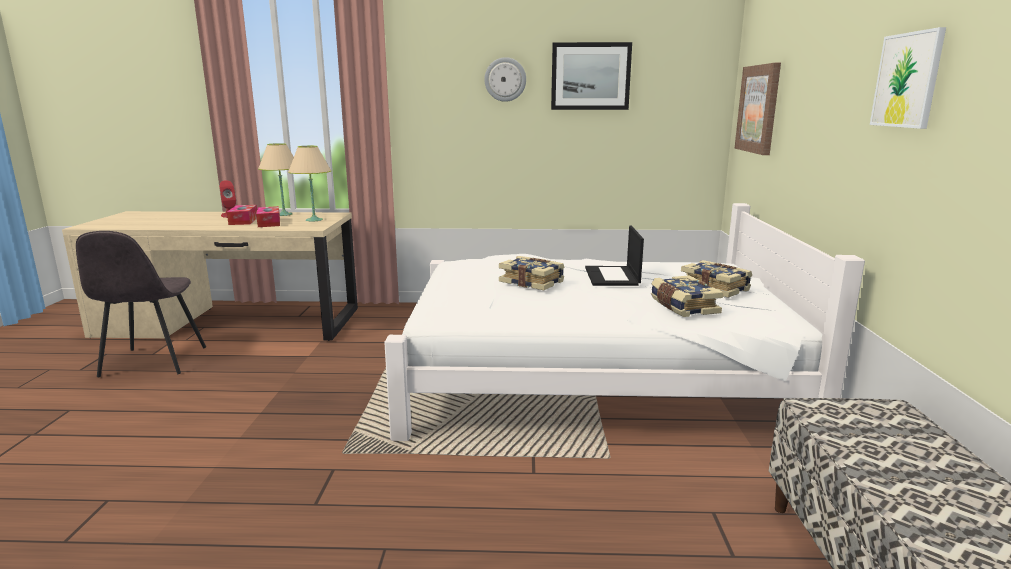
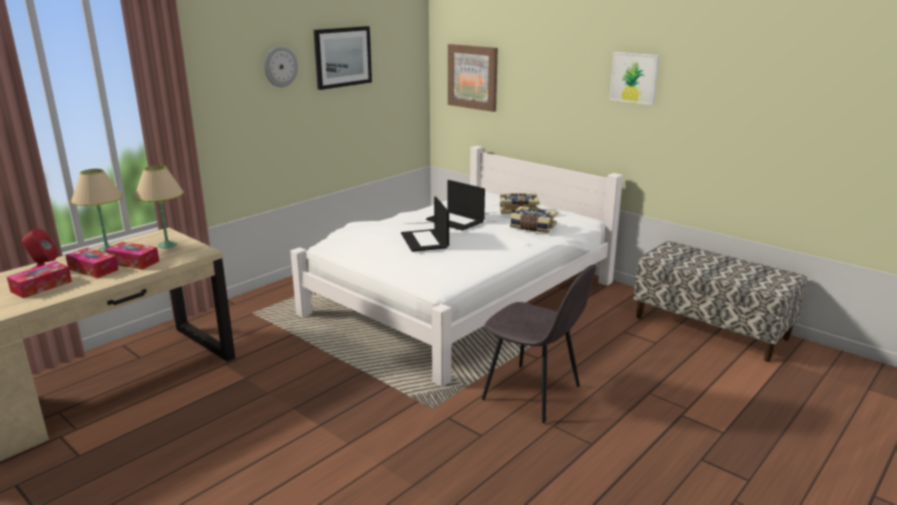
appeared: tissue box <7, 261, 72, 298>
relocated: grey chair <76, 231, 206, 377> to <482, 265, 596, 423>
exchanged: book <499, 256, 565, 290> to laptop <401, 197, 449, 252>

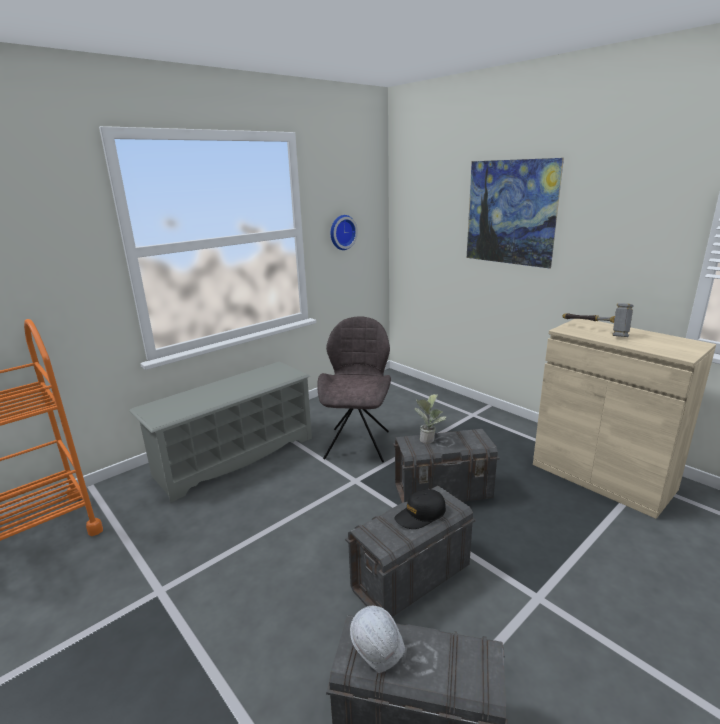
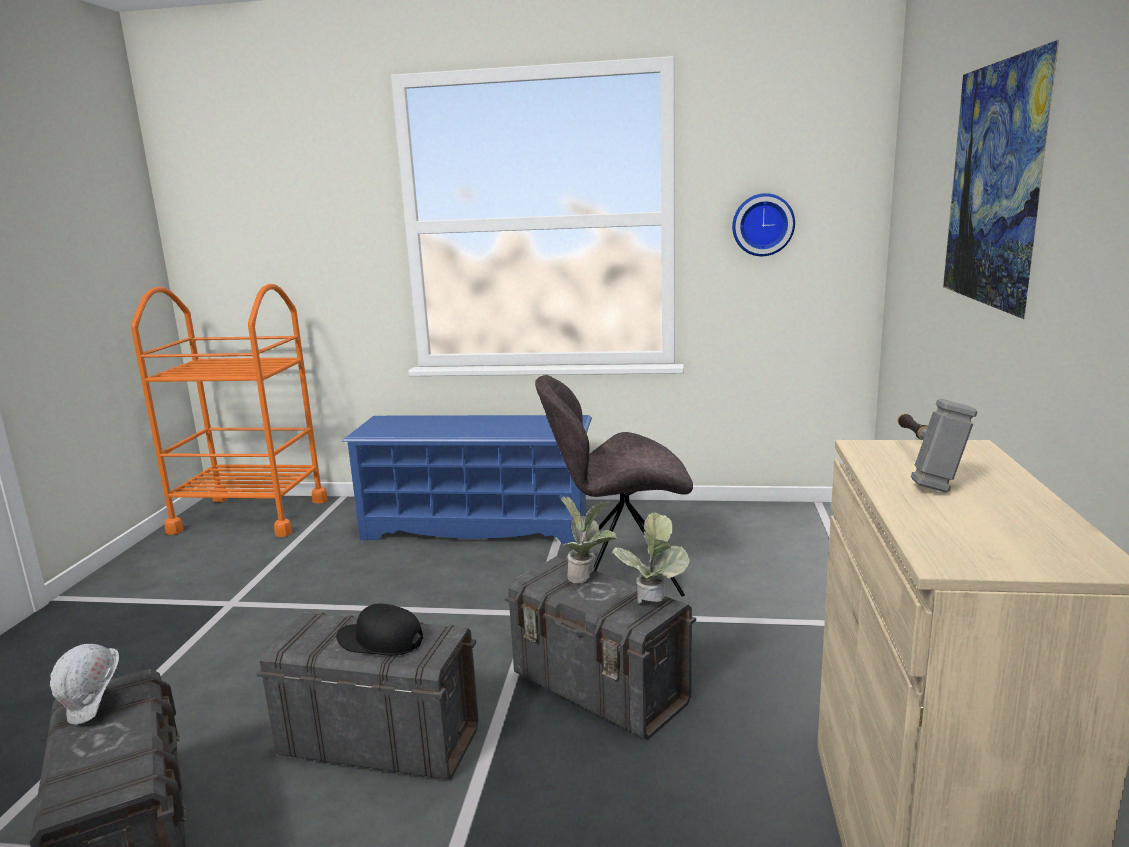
appeared: potted plant <611, 513, 690, 604>
colour: grey shoe rack <129, 362, 312, 503> to blue shoe rack <342, 415, 592, 544>
spun: grey chair <317, 316, 391, 462> = <535, 375, 693, 597> 150 degrees counterclockwise

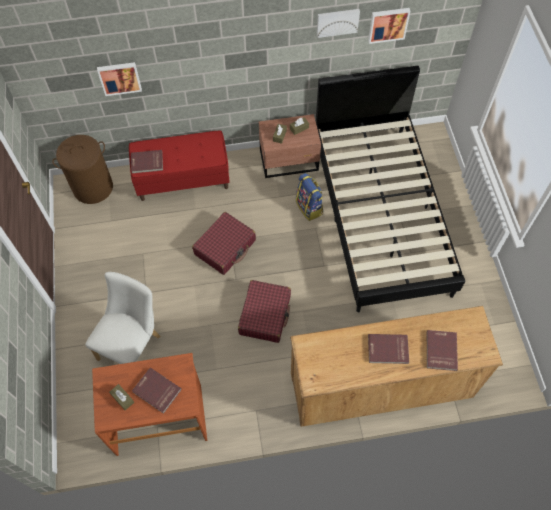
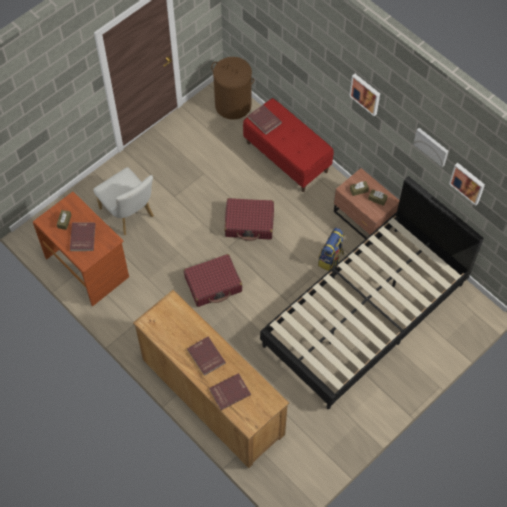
relocated: picture <97, 62, 142, 96> to <349, 74, 380, 116>
spun: white chair <85, 272, 161, 364> = <93, 167, 154, 235> 60 degrees clockwise

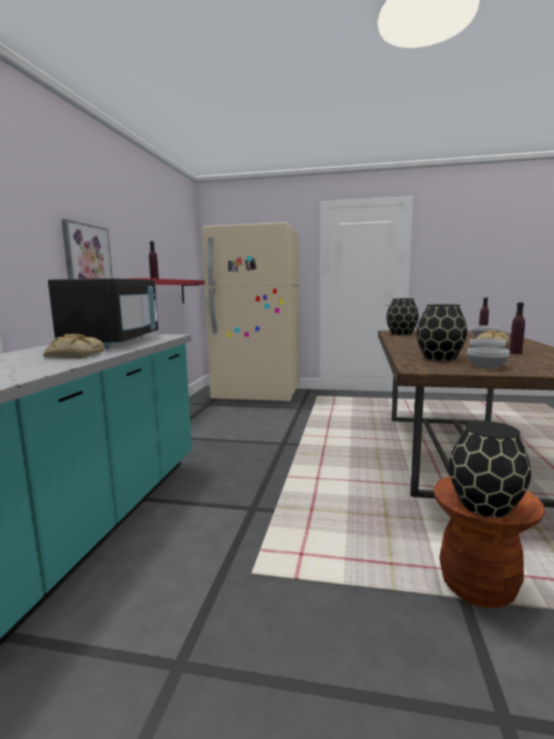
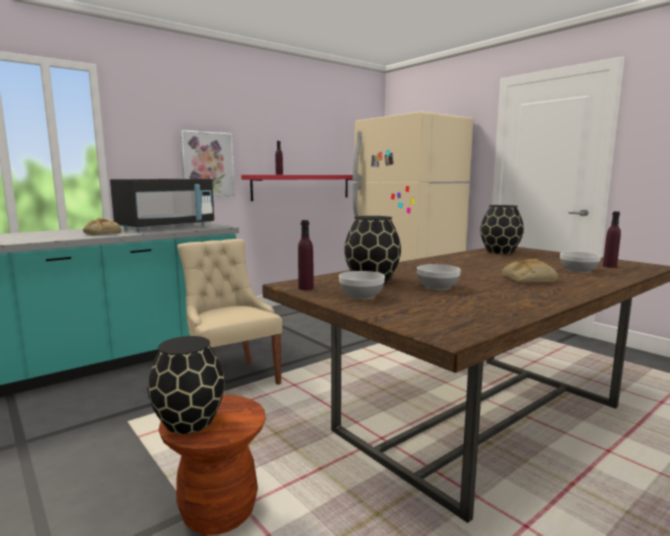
appeared: beige chair <177, 239, 282, 385>
relocated: purple bottle <509, 302, 525, 354> to <298, 220, 314, 290>

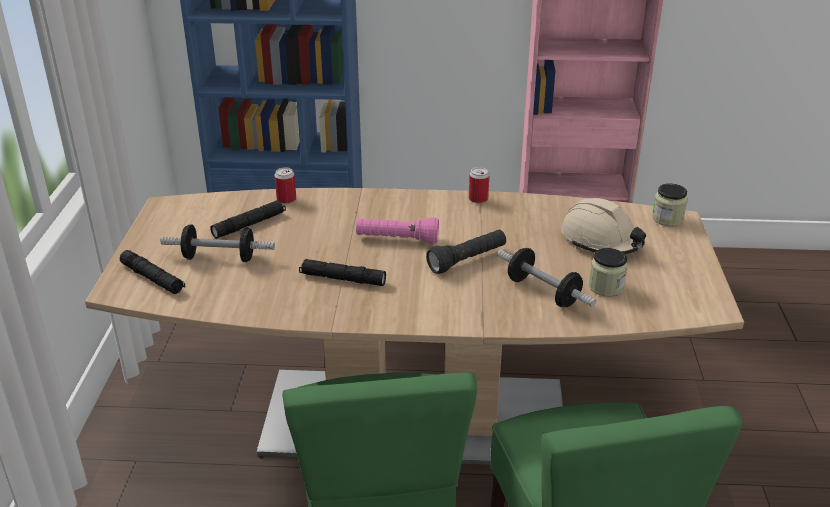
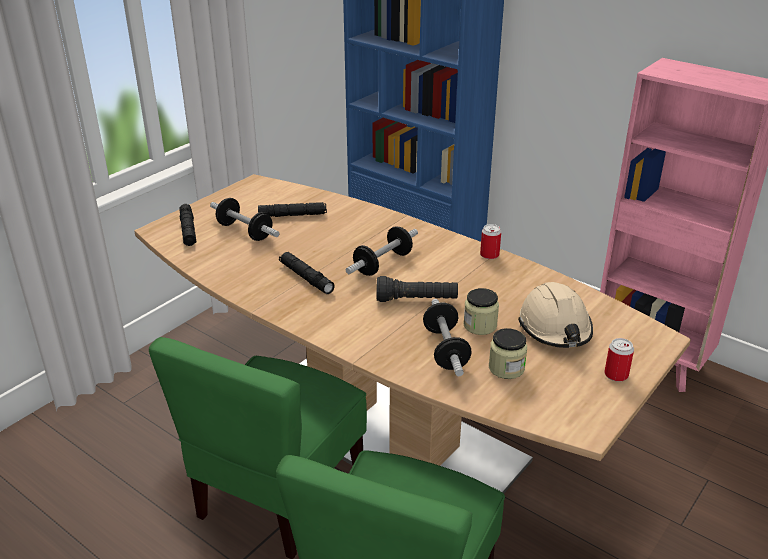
relocated: can <275, 167, 296, 204> to <604, 338, 634, 382>; jar <652, 183, 688, 226> to <463, 288, 499, 335>
exchanged: pink flashlight <356, 217, 439, 244> to dumbbell <346, 226, 418, 276>

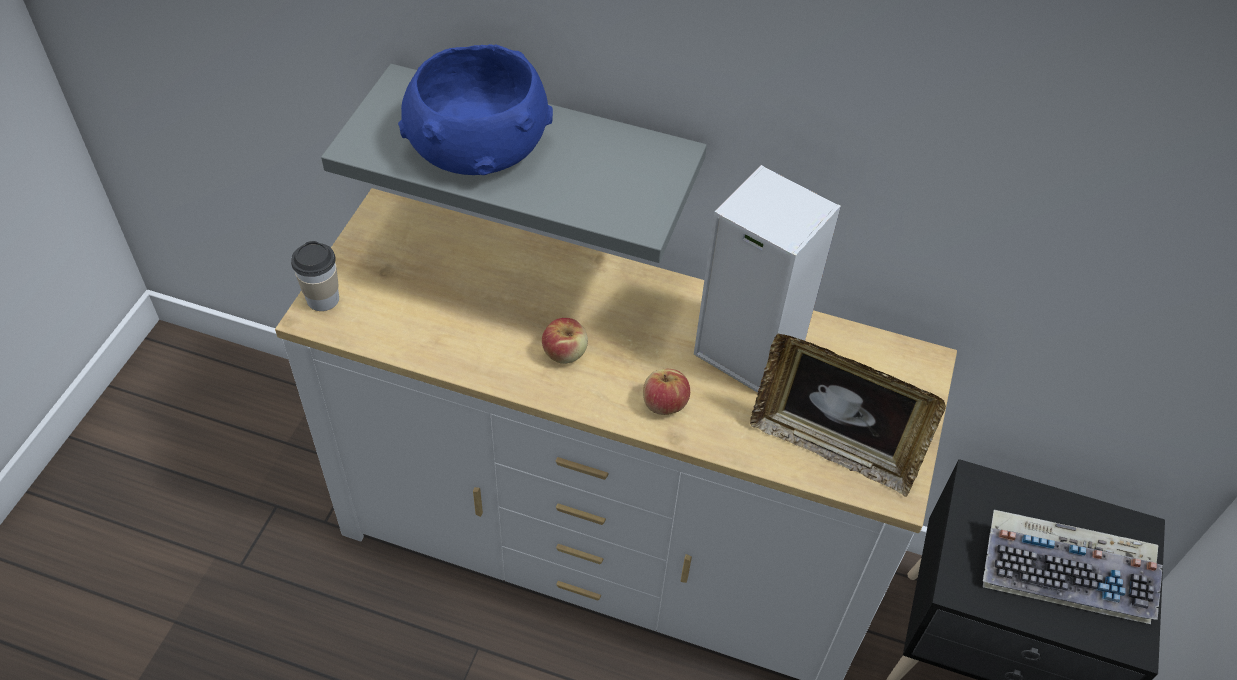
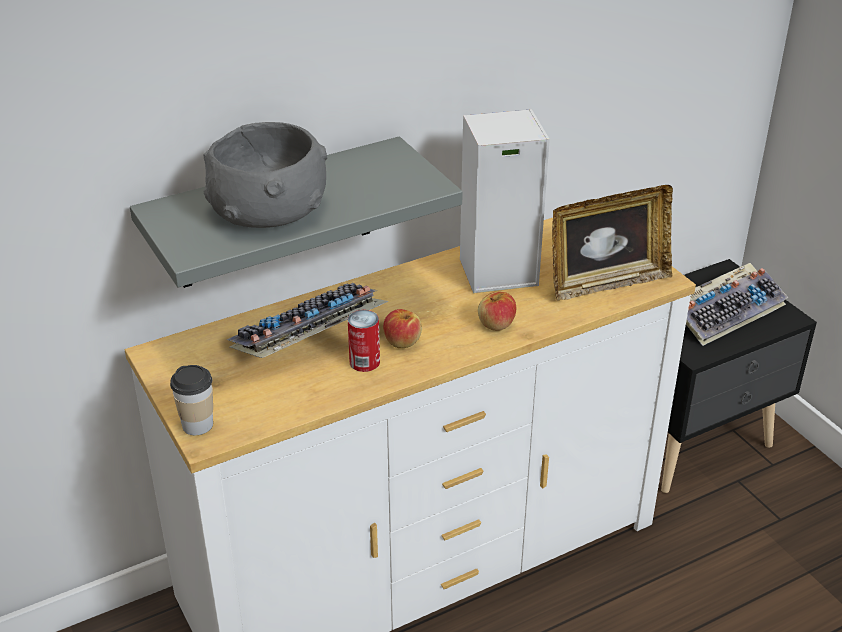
appeared: keyboard <227, 283, 388, 358>; can <348, 310, 380, 372>
colour: blue bowl <398, 44, 553, 175> to grey bowl <203, 122, 327, 228>

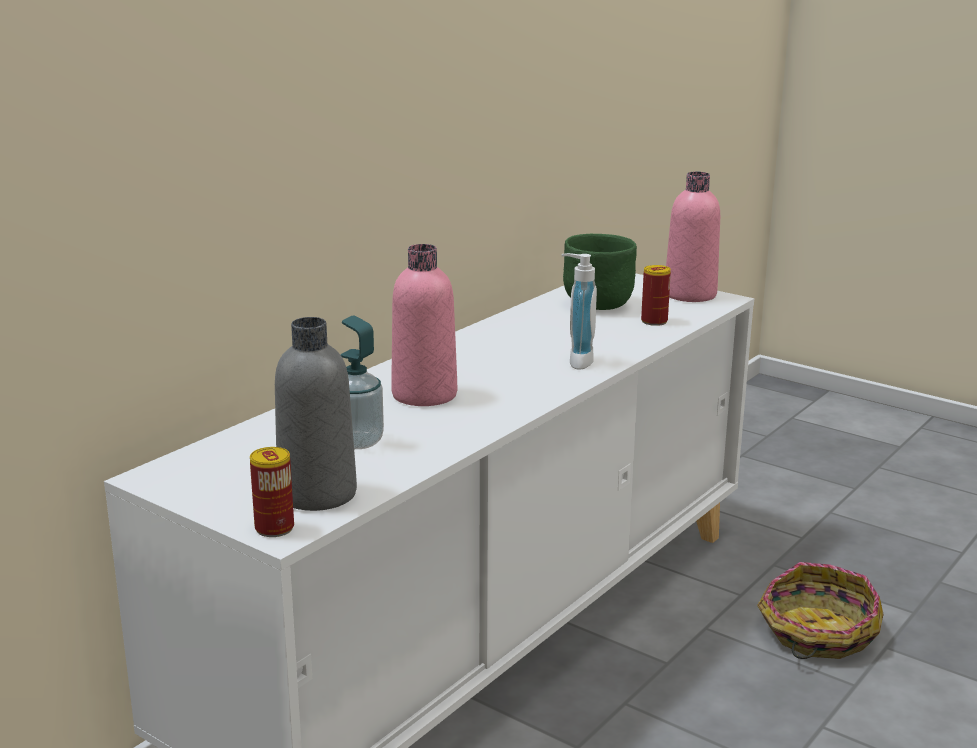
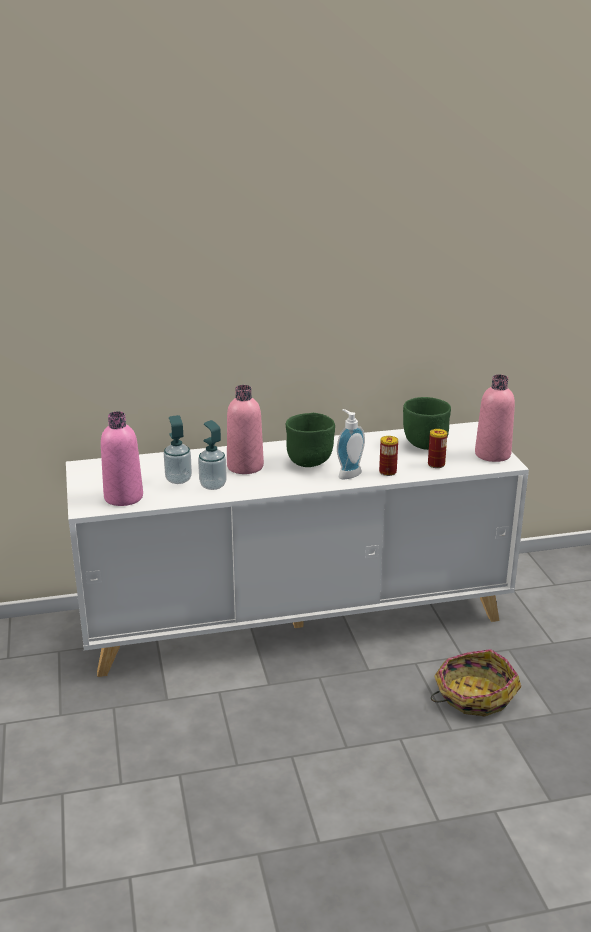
appeared: green bowl <286, 413, 335, 467>; soap dispenser <198, 420, 227, 490>
relocated: can <250, 447, 294, 537> to <379, 436, 398, 476>
colour: grey bottle <275, 317, 357, 511> to pink bottle <101, 411, 143, 506>

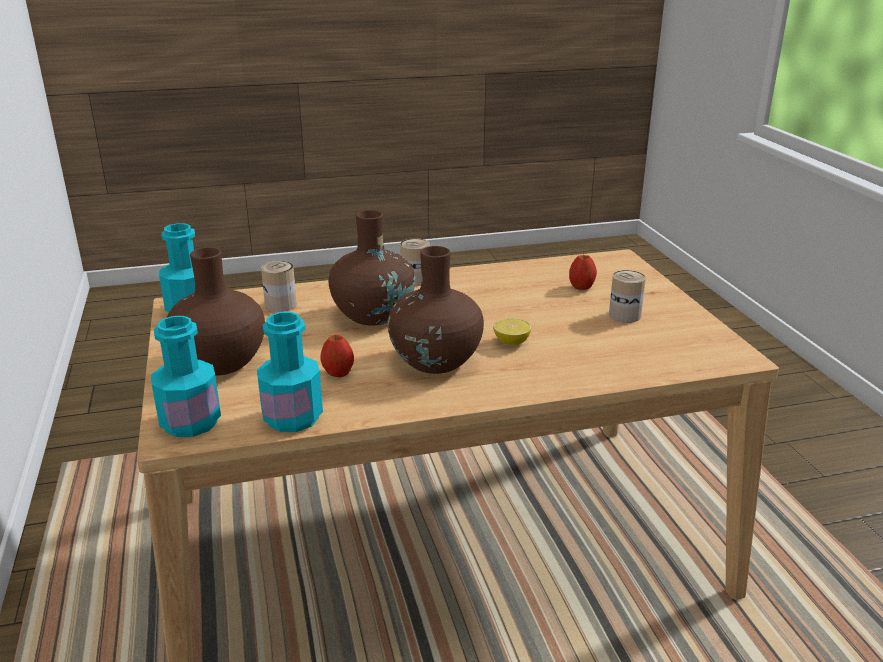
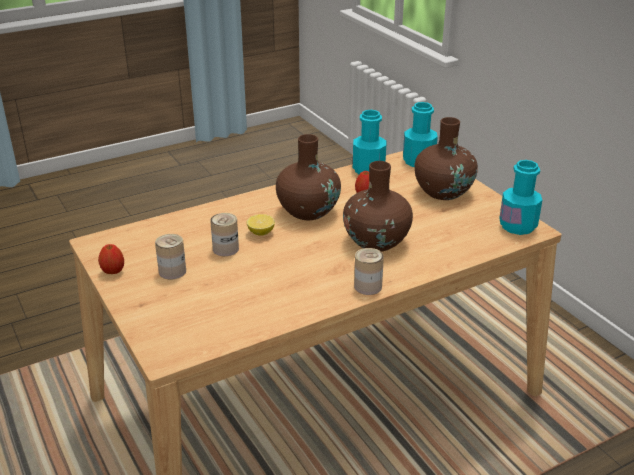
relocated: apple <569, 255, 597, 290> to <98, 244, 124, 274>; can <261, 261, 297, 312> to <210, 213, 239, 256>

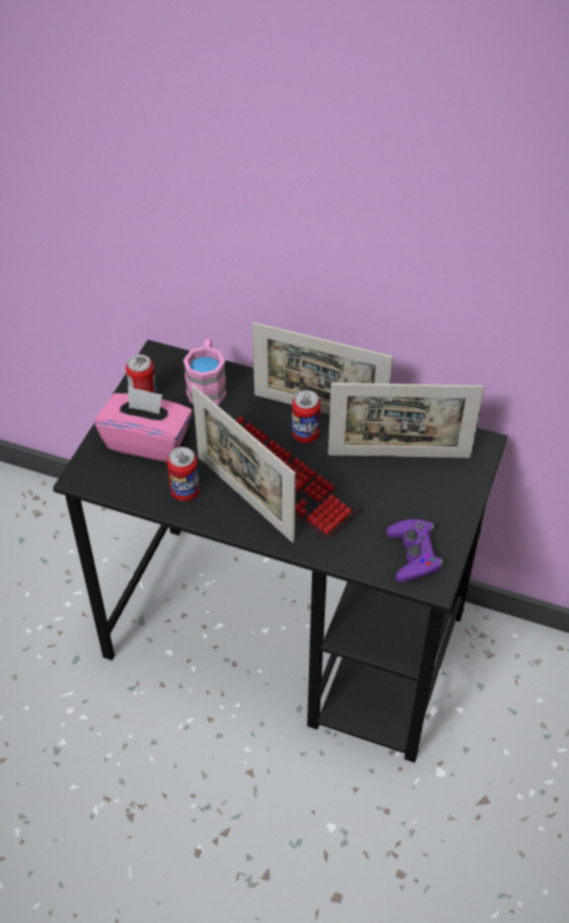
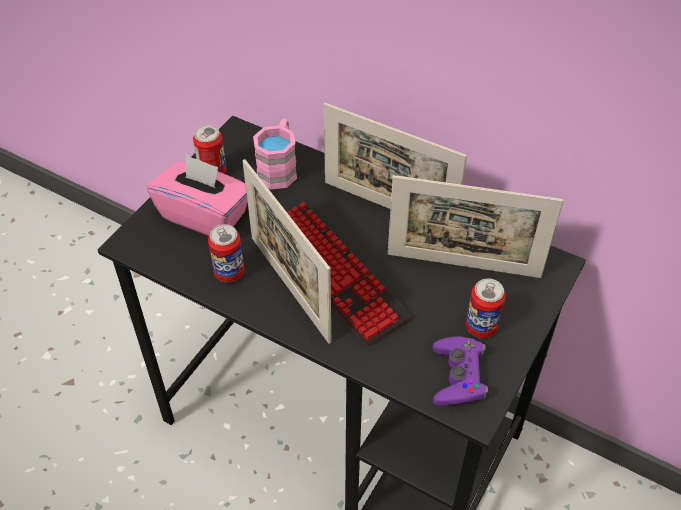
relocated: can <292, 390, 321, 443> to <466, 278, 506, 338>

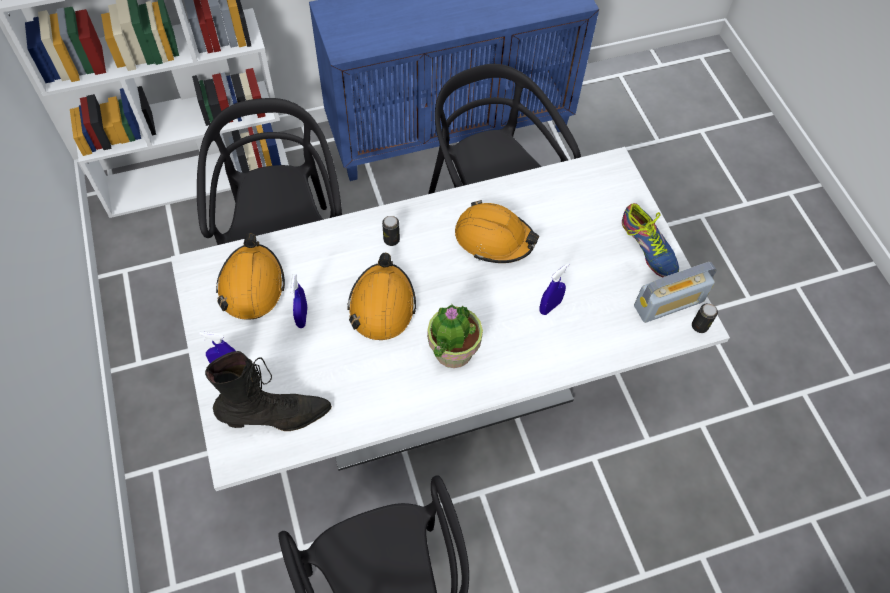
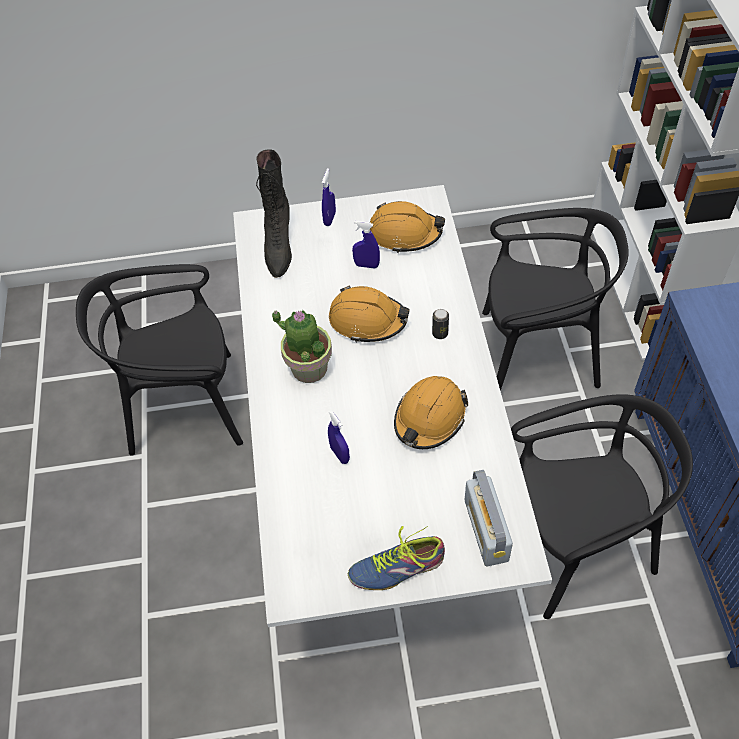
missing: can <692, 303, 718, 333>
relocated: radio <634, 262, 717, 323> to <464, 470, 513, 566>

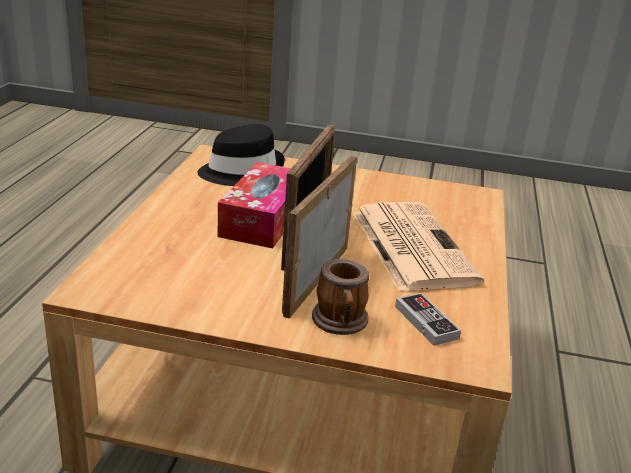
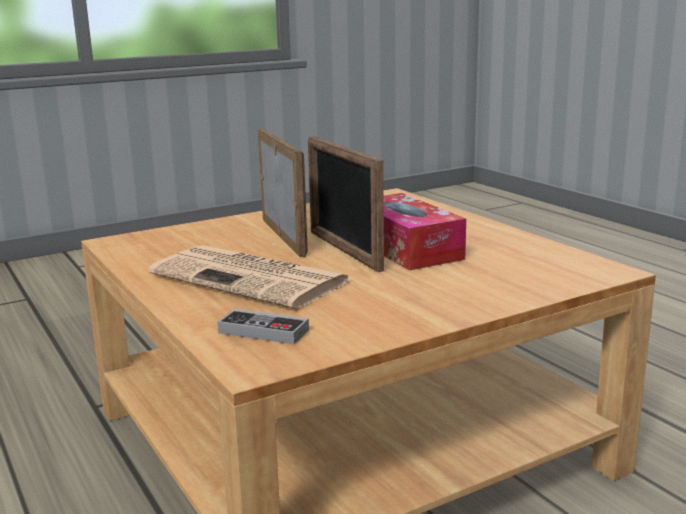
missing: black hat <198, 124, 285, 186>; mug <312, 259, 369, 335>
relocated: game controller <395, 293, 461, 346> to <218, 309, 309, 344>

